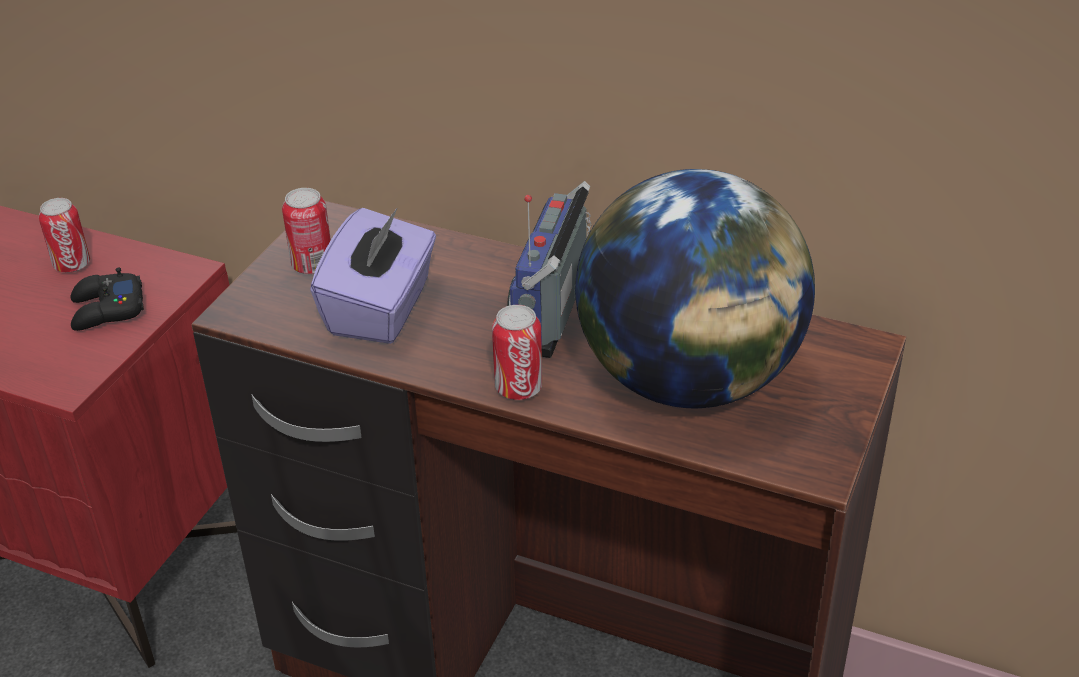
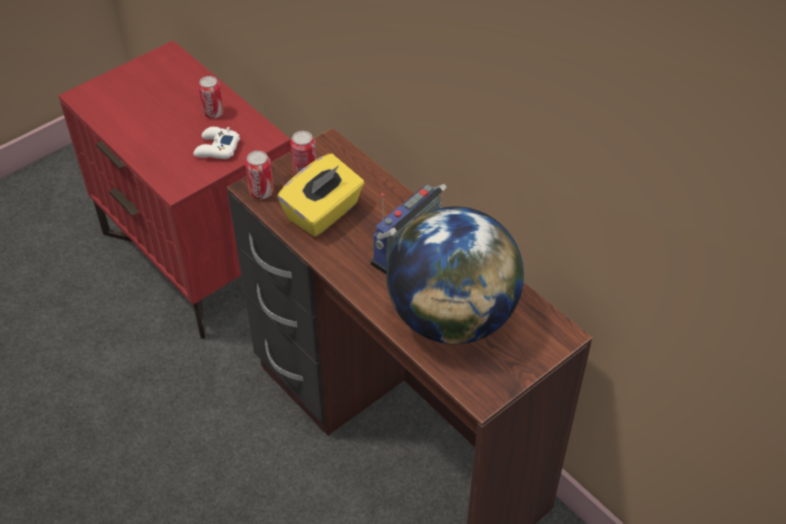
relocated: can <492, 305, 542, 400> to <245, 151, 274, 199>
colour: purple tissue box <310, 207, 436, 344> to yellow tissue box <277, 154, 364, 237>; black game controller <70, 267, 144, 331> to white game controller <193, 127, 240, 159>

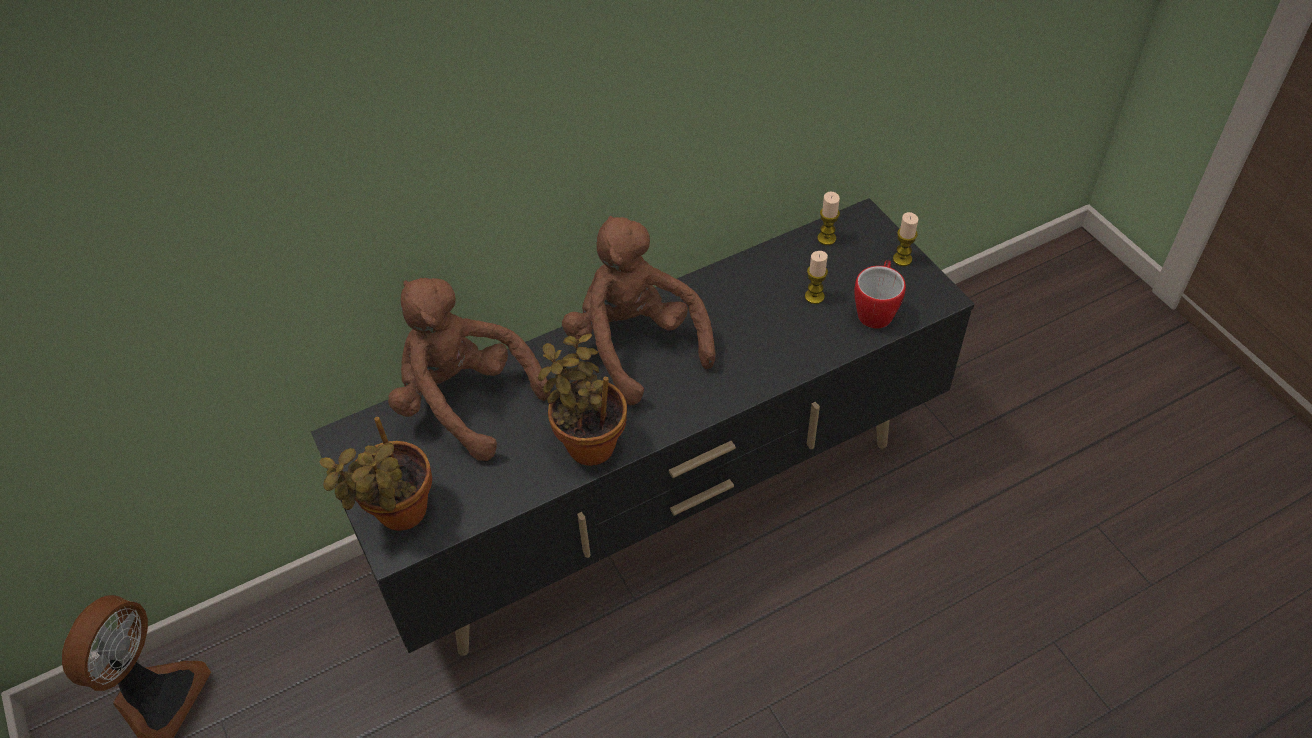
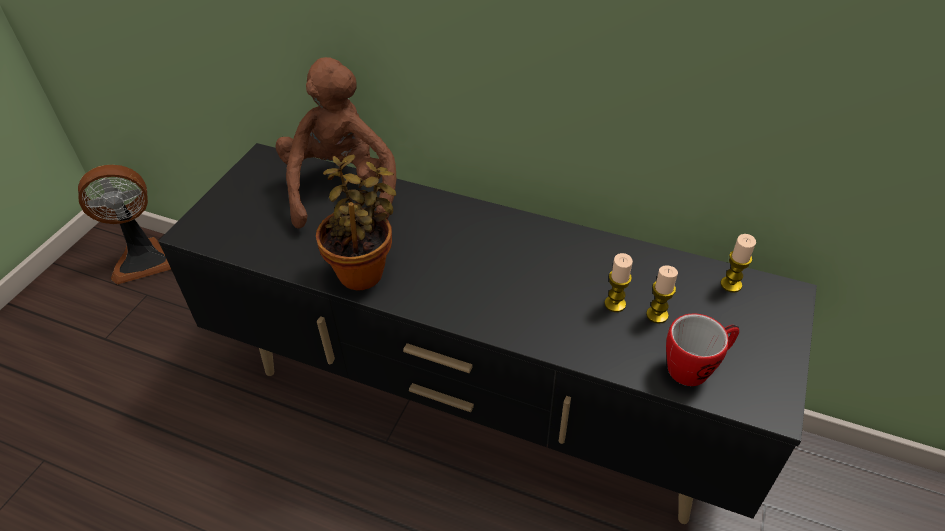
missing: brown plush toy <562, 216, 716, 405>; potted plant <320, 417, 432, 531>
relocated: candle <893, 212, 918, 266> to <604, 253, 633, 312>

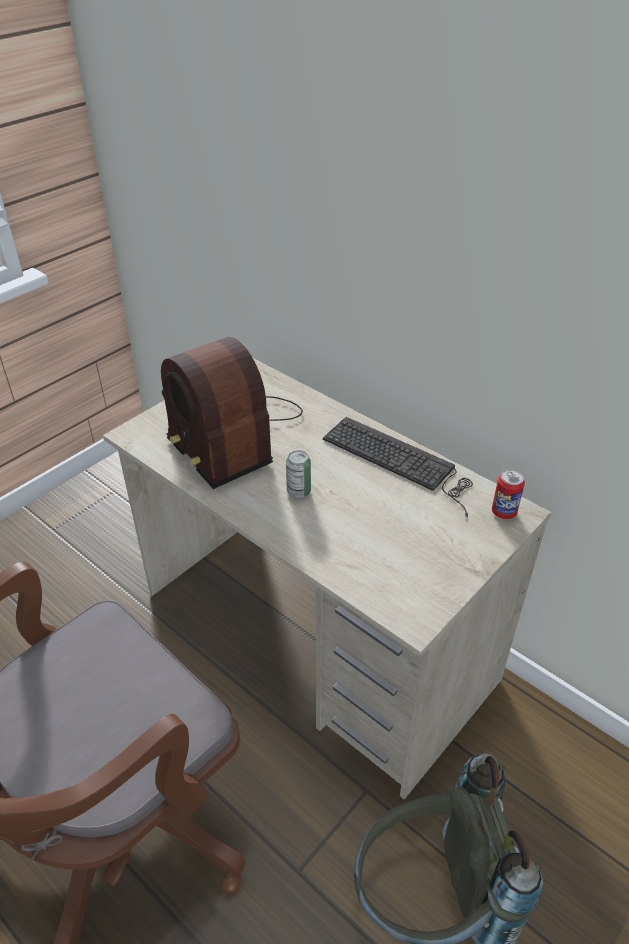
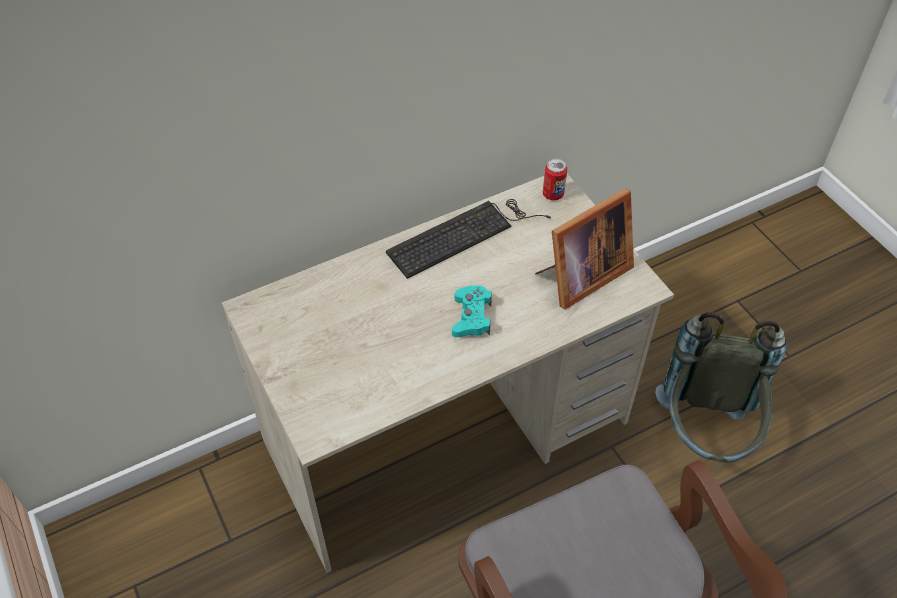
missing: radio <161, 337, 303, 489>
appeared: picture frame <535, 189, 634, 310>
exchanged: can <286, 450, 311, 498> to turquoise game controller <452, 285, 492, 337>

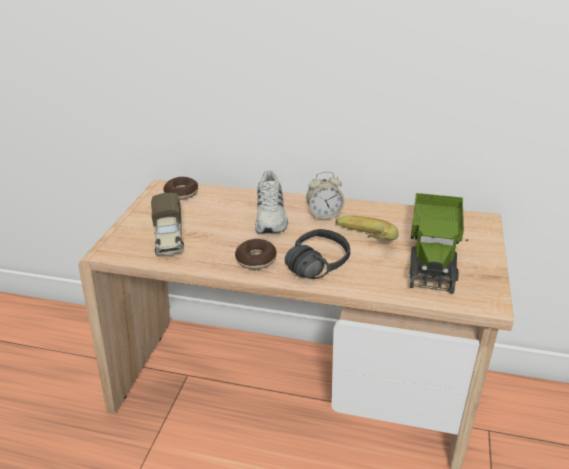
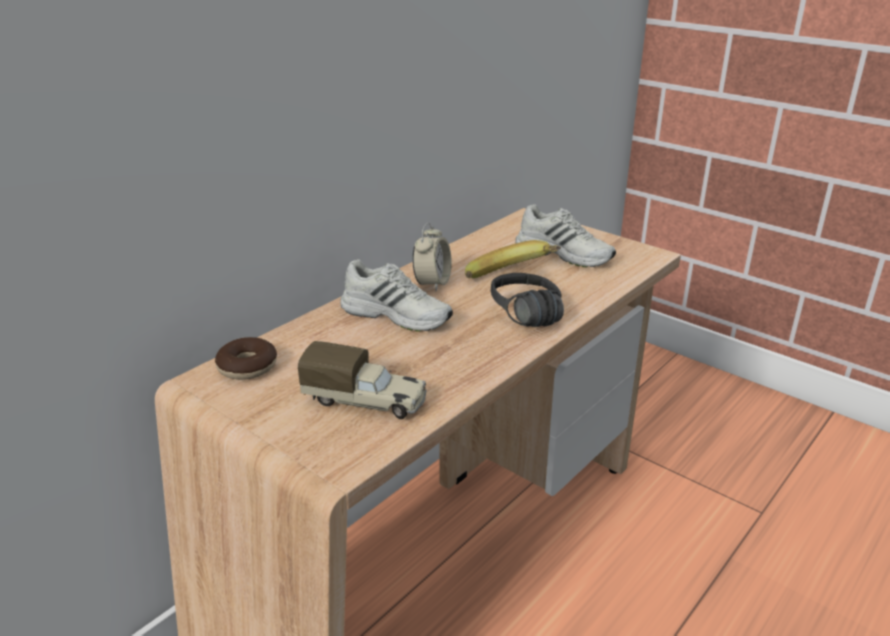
missing: donut <235, 239, 277, 269>
exchanged: toy truck <410, 193, 468, 293> to white shoe <515, 204, 616, 267>

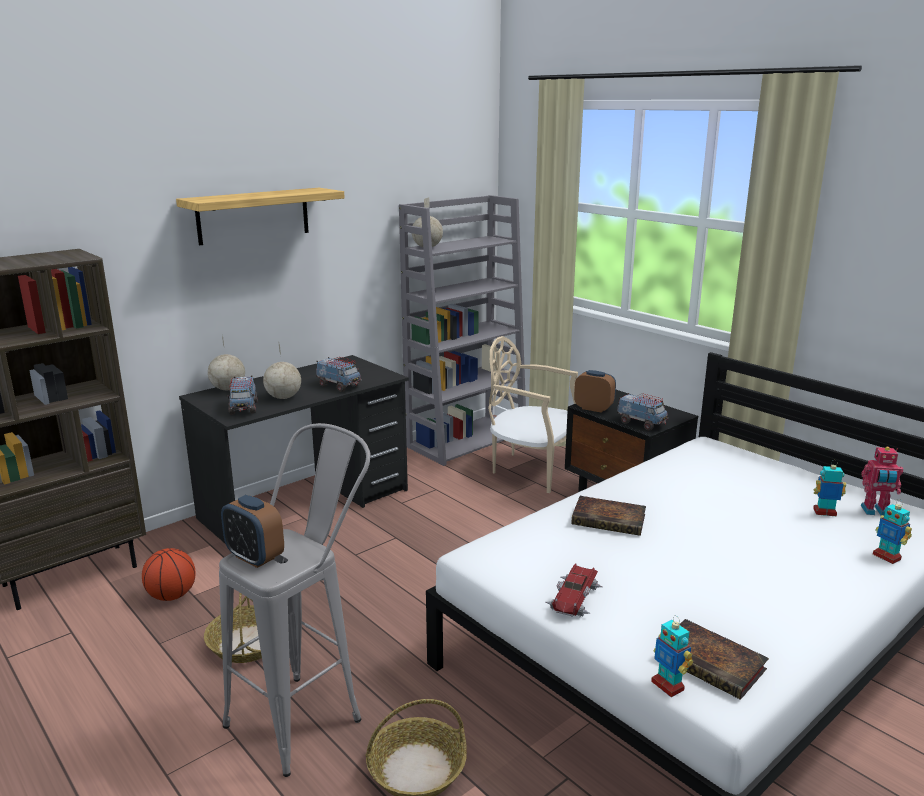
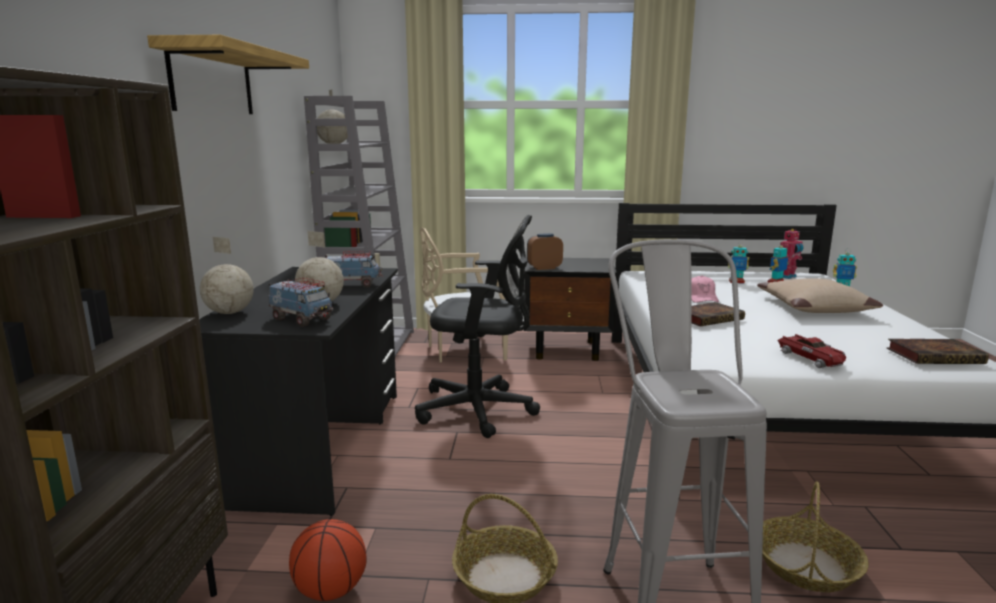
missing: toy truck <617, 393, 668, 430>; alarm clock <221, 495, 284, 568>
appeared: black office chair <415, 215, 540, 438>; pink cap <692, 275, 719, 303>; beige pillow <757, 278, 883, 313>
relocated: toy robot <651, 615, 693, 697> to <728, 241, 749, 284>

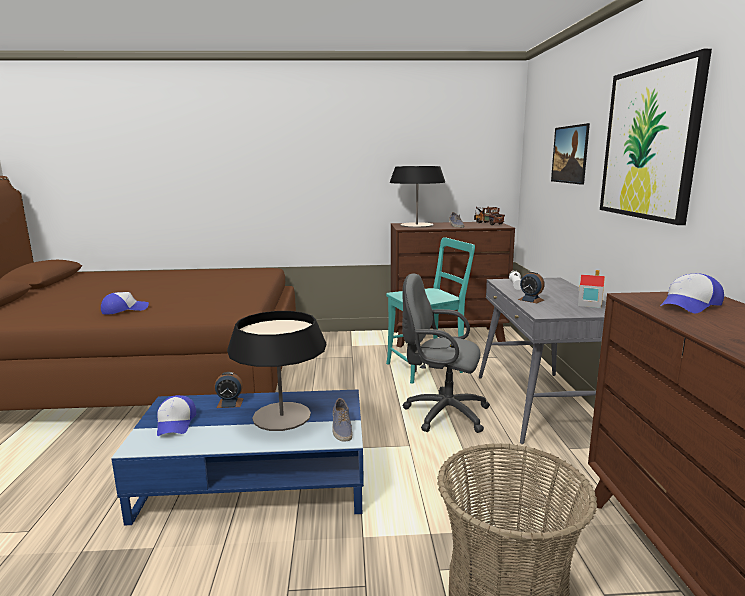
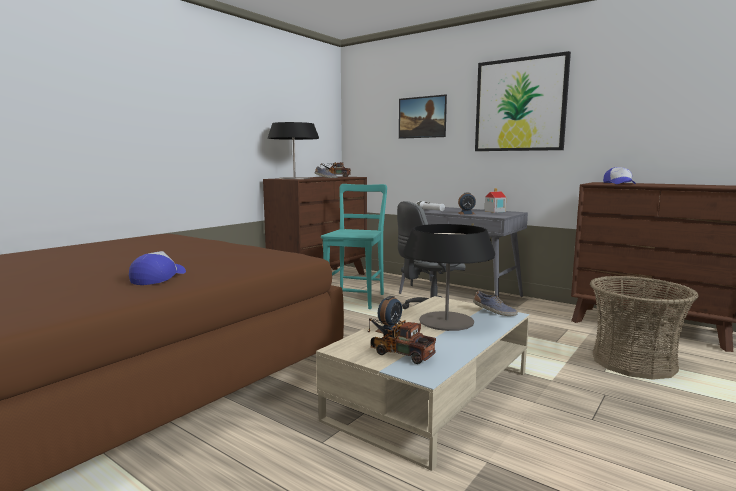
exchanged: cap <157, 395, 196, 436> to toy truck <367, 318, 436, 364>
colour: blue coffee table <111, 390, 364, 525> to beige coffee table <316, 296, 529, 471>

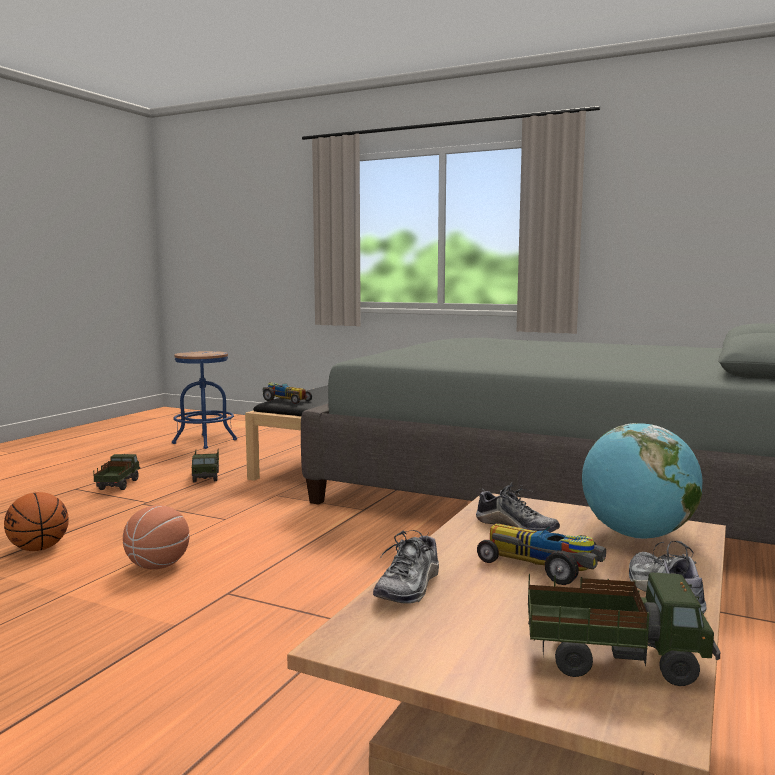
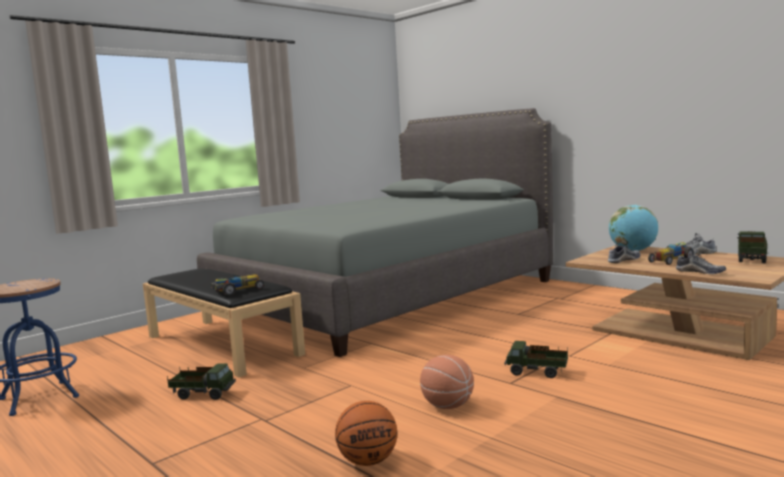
relocated: toy truck <93, 454, 140, 490> to <504, 341, 568, 378>

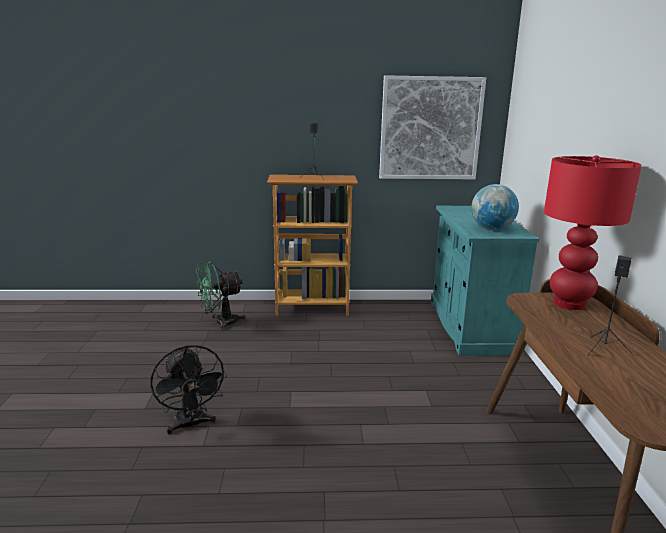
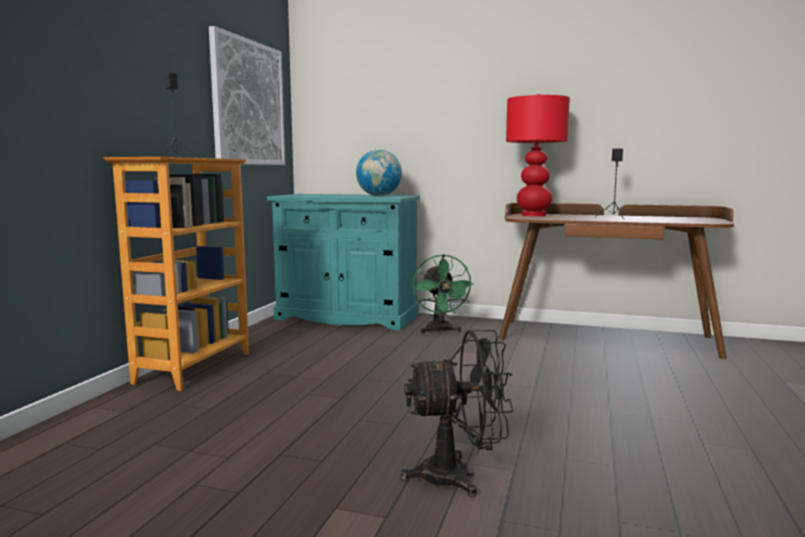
relocated: green fan <196, 261, 245, 331> to <412, 254, 473, 333>

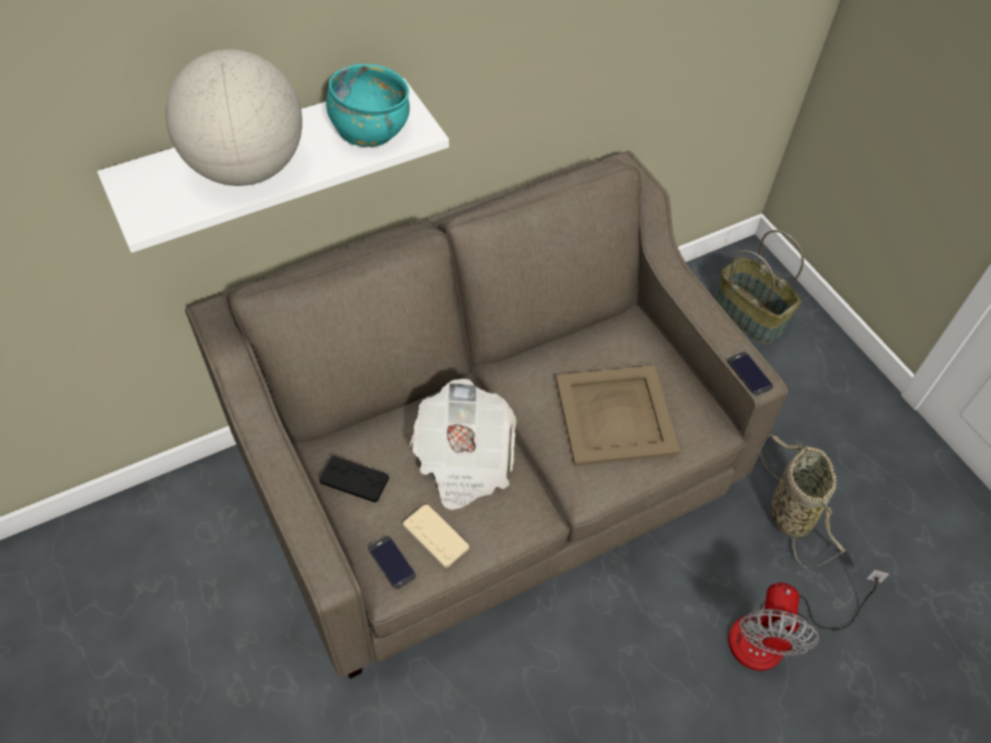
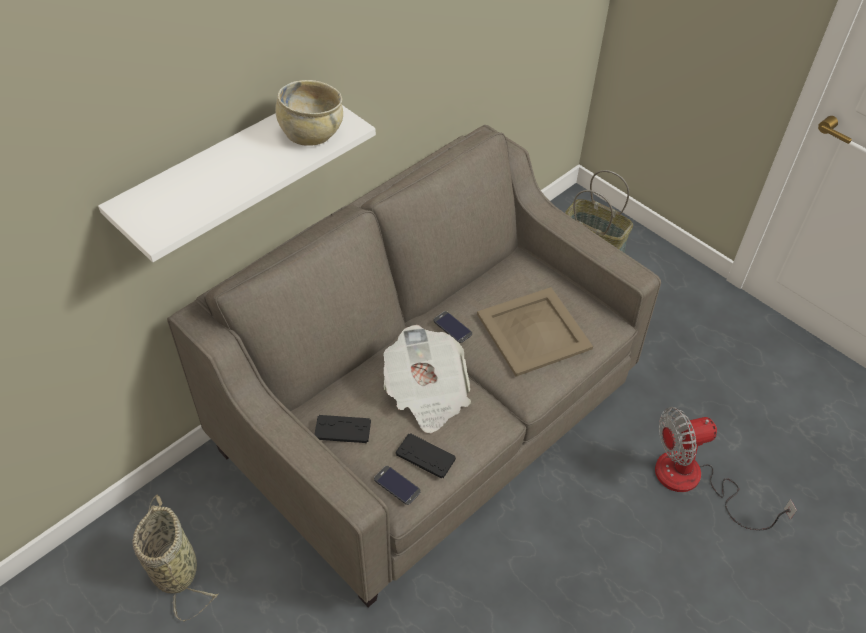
missing: globe <166, 49, 302, 186>
relocated: phone <727, 351, 773, 396> to <433, 311, 472, 343>; basket <760, 433, 846, 568> to <132, 495, 219, 621>
colour: turquoise bowl <326, 64, 410, 147> to beige bowl <275, 80, 343, 146>; beige game controller <403, 504, 469, 568> to black game controller <396, 433, 456, 479>
spun: fan <728, 570, 889, 671> = <655, 407, 797, 530> 75 degrees clockwise

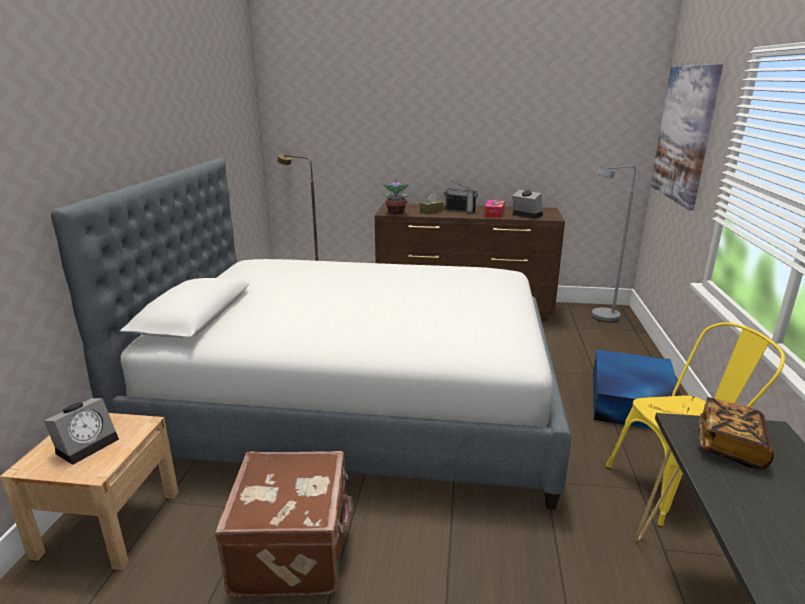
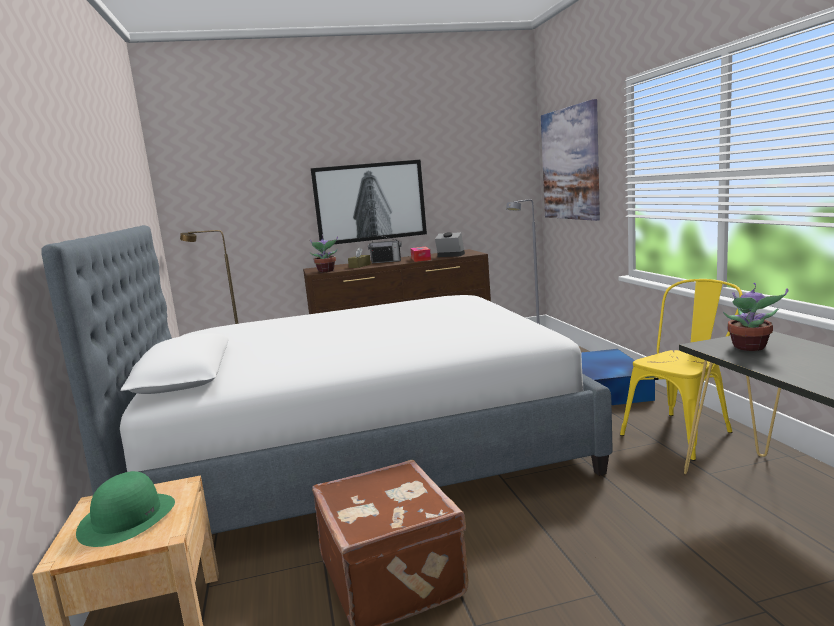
appeared: picture <311, 160, 427, 244>
exchanged: book <699, 397, 774, 470> to potted plant <723, 283, 788, 351>; alarm clock <44, 398, 119, 465> to green hat <76, 471, 175, 547>

